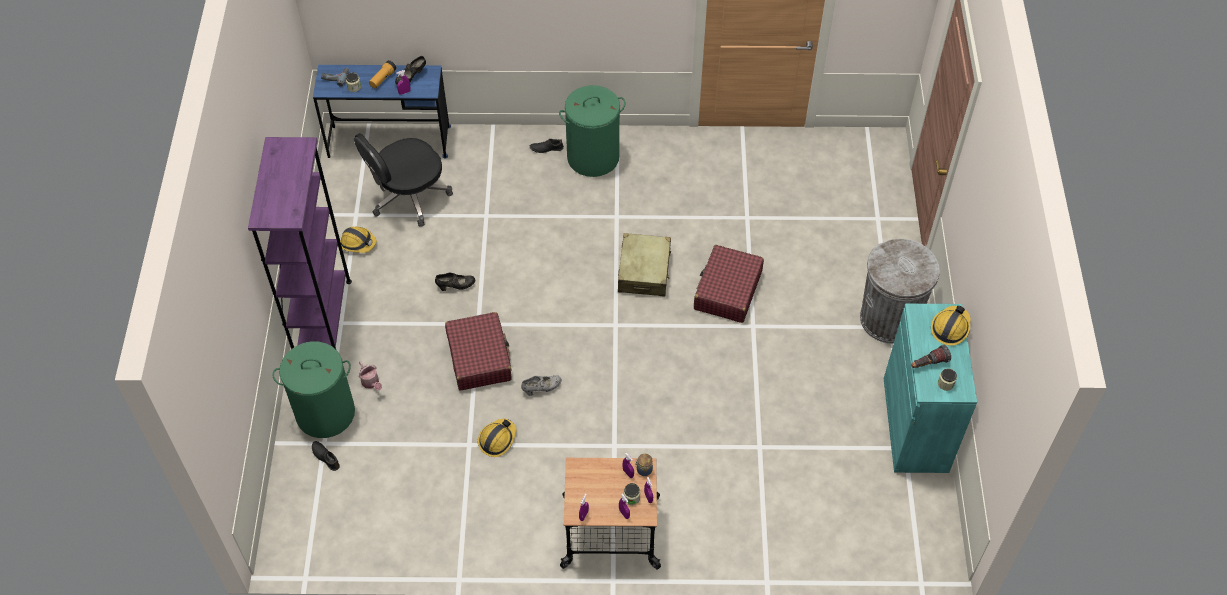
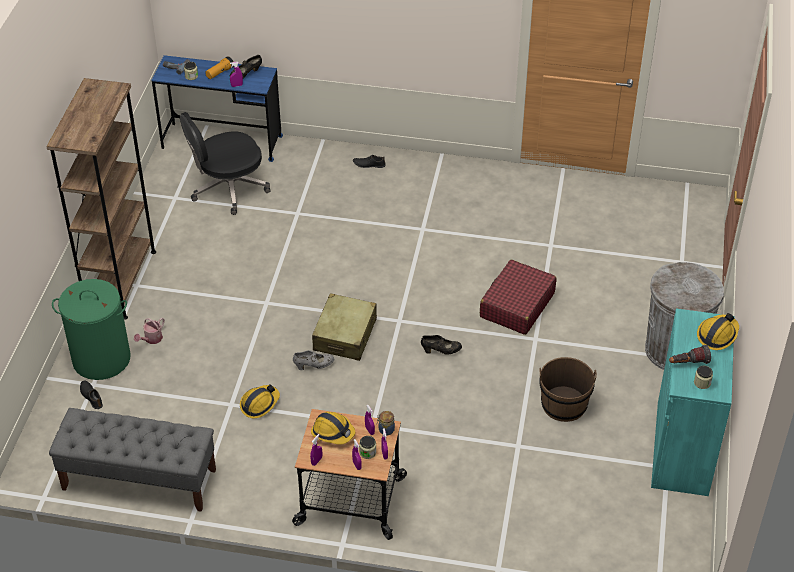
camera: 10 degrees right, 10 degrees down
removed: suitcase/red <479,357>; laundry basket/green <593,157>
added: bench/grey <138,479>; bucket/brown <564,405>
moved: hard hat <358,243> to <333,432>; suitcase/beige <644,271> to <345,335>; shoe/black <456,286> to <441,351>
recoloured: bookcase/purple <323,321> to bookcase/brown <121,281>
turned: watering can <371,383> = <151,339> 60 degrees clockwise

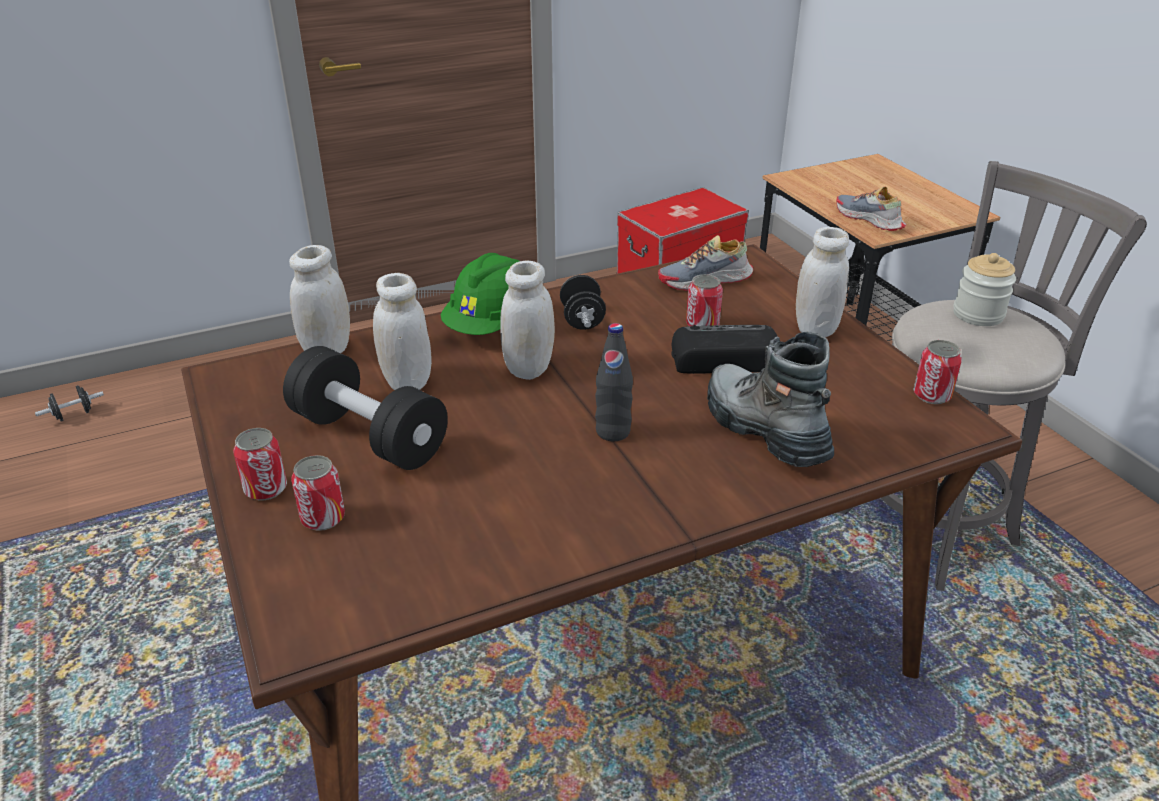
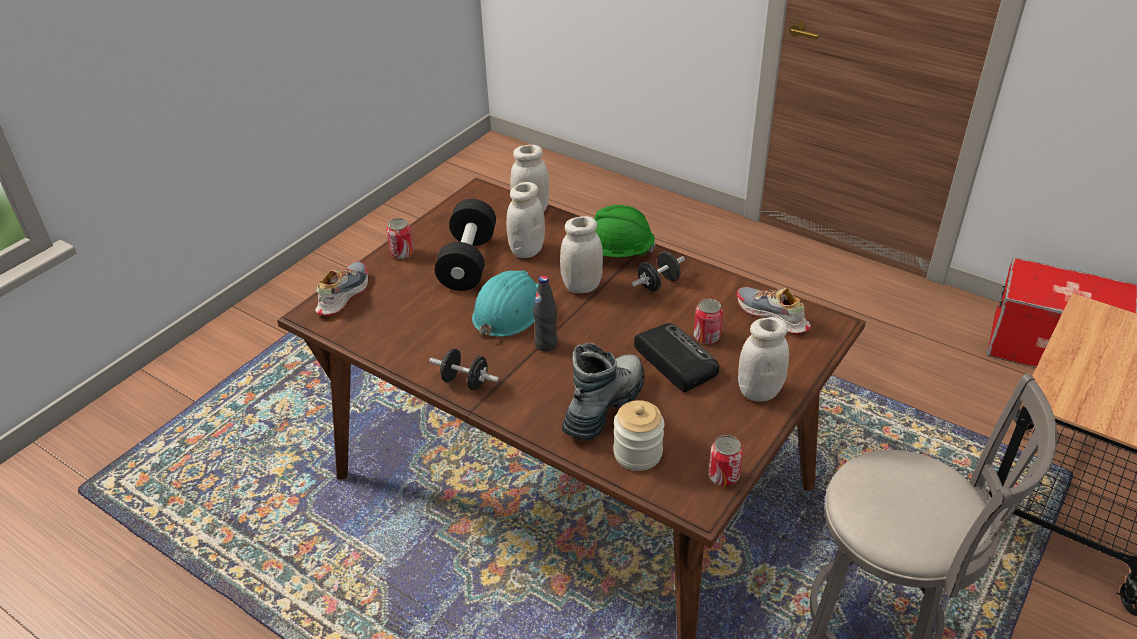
camera: 60 degrees right, 5 degrees up
removed: can <323,518>
added: hard hat/turquoise <509,310>
moved: shoe <869,219> to <342,295>; dumbbell/black <74,415> to <465,382>; jar <978,314> to <637,453>

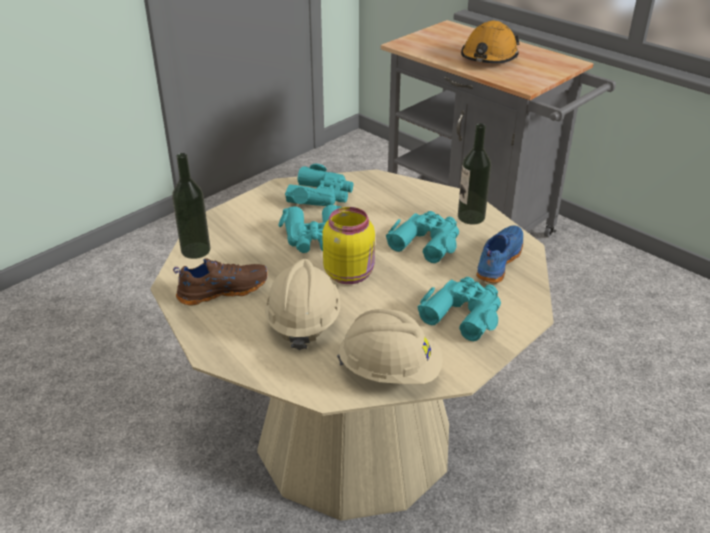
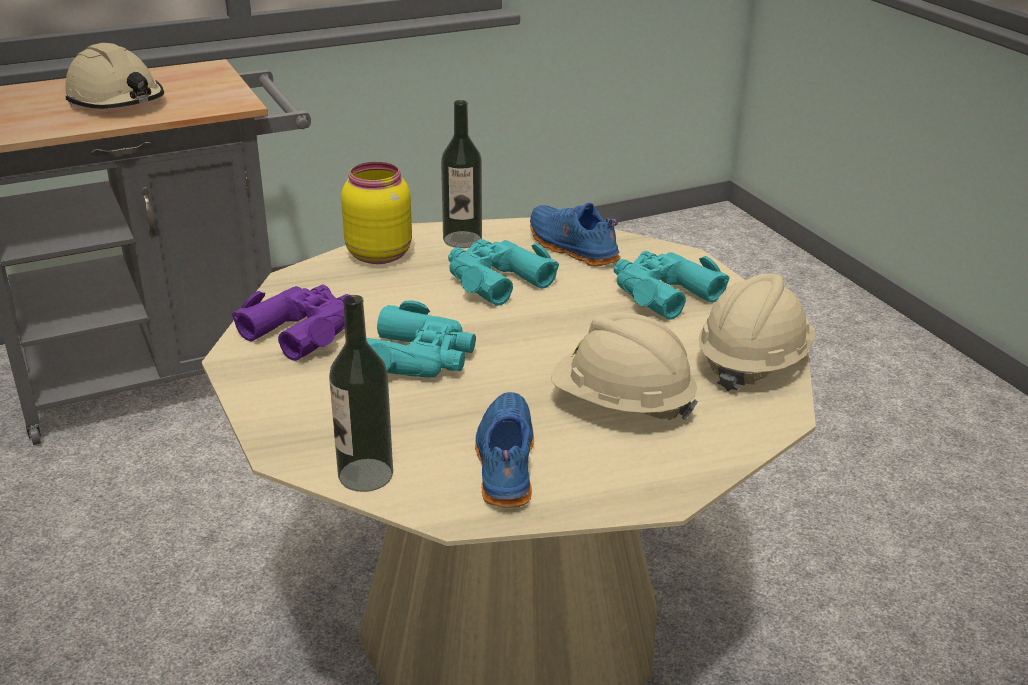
camera: 70 degrees left, 5 degrees down
moved: jar/yellow <350,273> to <378,254>
recoloured: hard hat/orange <489,57> to hard hat/beige <116,101>; binoculars/turquoise <321,195> to binoculars/purple <303,330>; shoe/brown <223,290> to shoe/blue <503,463>

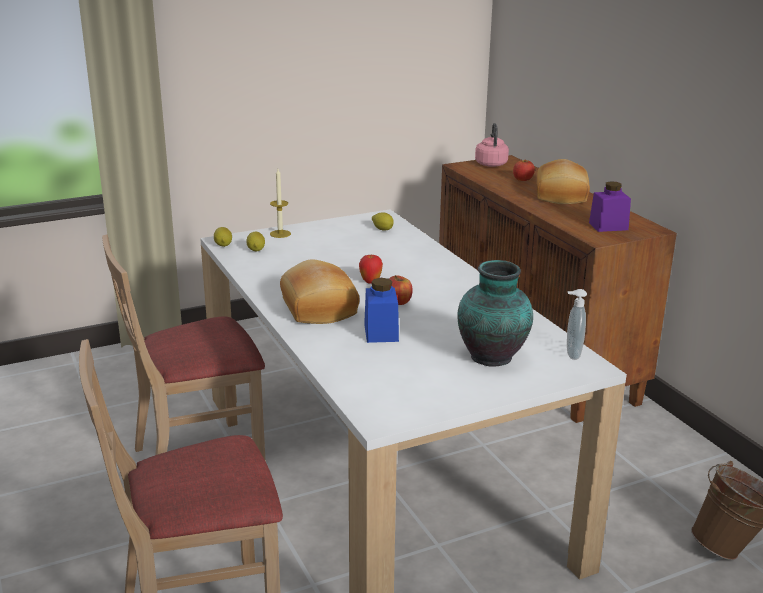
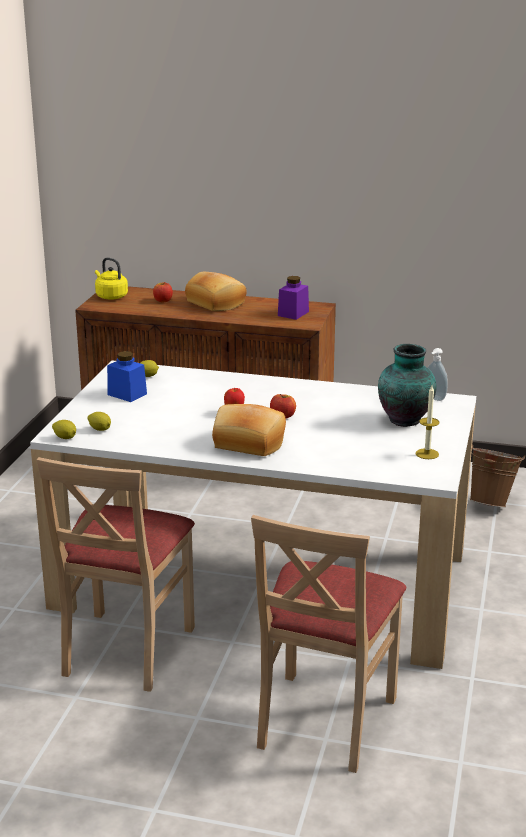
camera: 50 degrees left, 0 degrees up
moved: jar/blue <381,333> to <127,394>; candle <280,234> to <427,454>
recoloured: kettle/pink <491,163> to kettle/yellow <110,296>

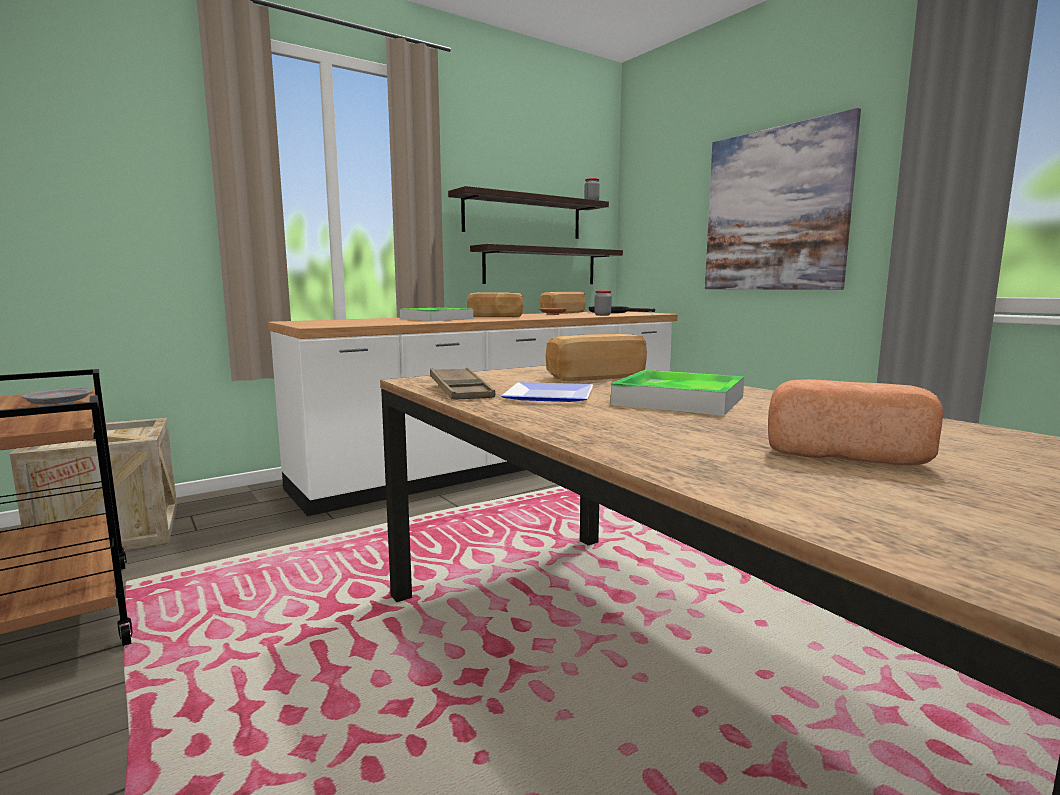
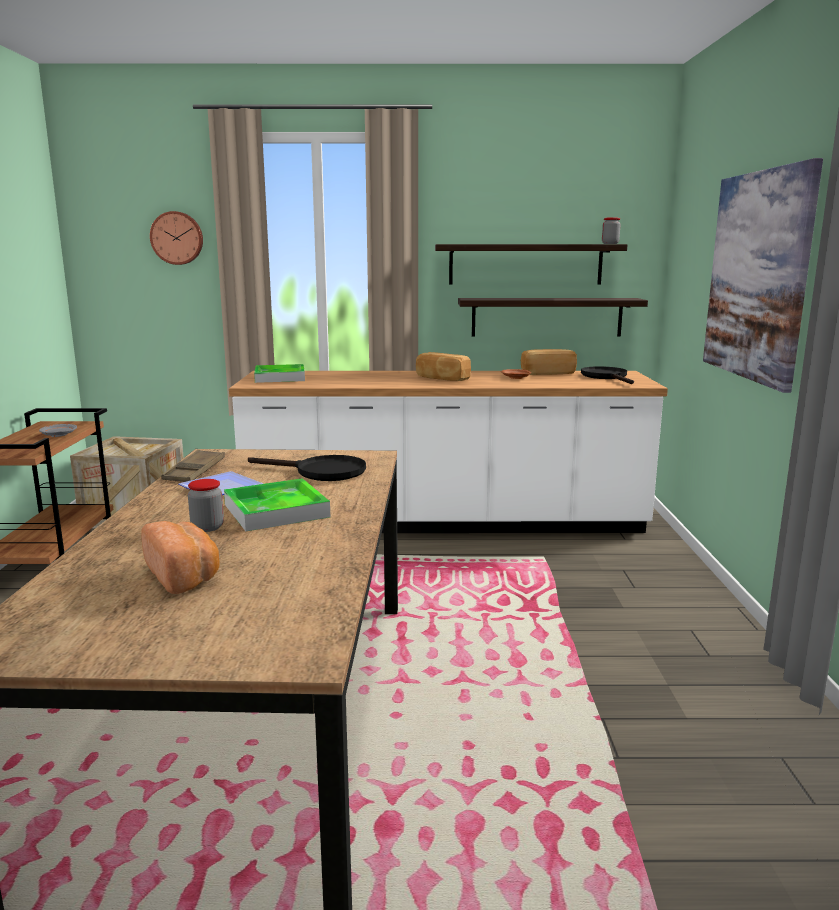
camera: 35 degrees right, 5 degrees up
added: wall clock <177,238>
moved: jar <602,315> to <207,527>; tray <436,319> to <280,377>
replaced: bread <594,376> to frying pan/black <321,472>

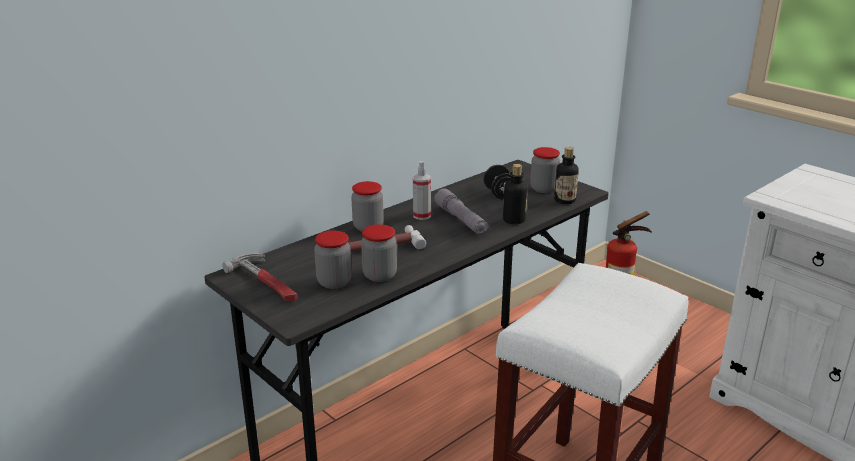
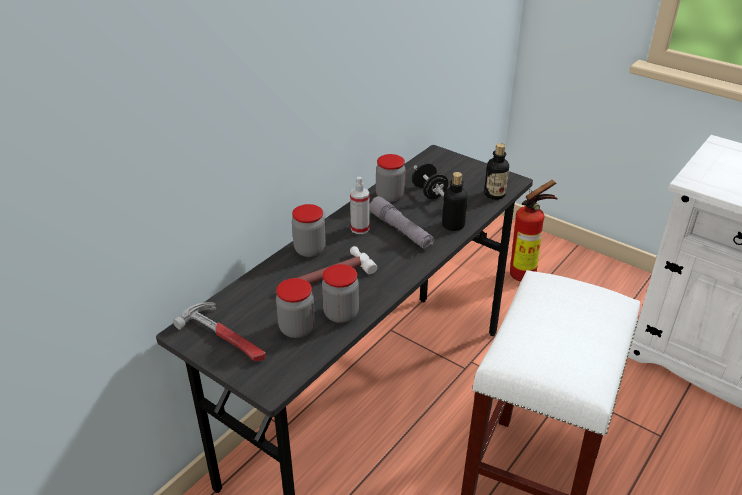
camera: 10 degrees left, 10 degrees up
moved: jar <543,189> to <390,196>

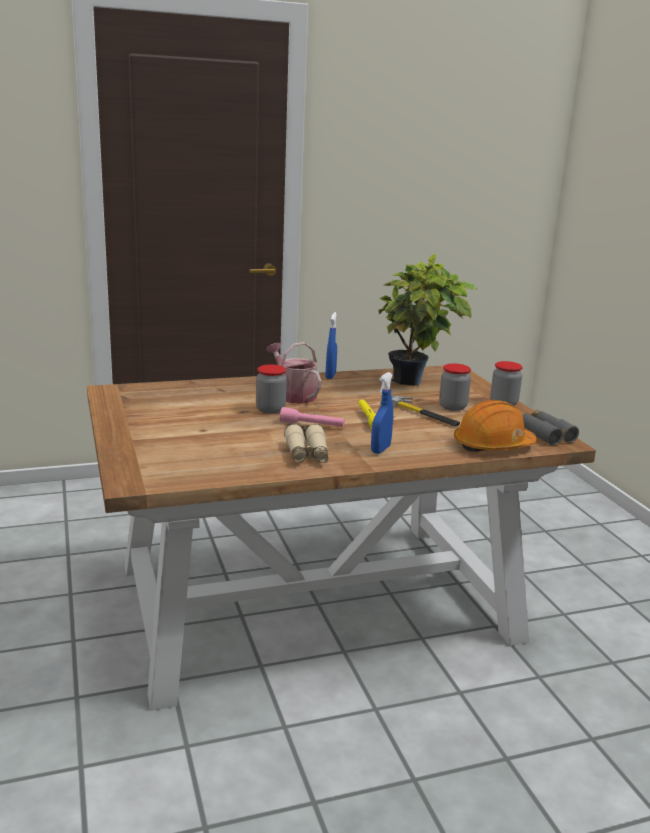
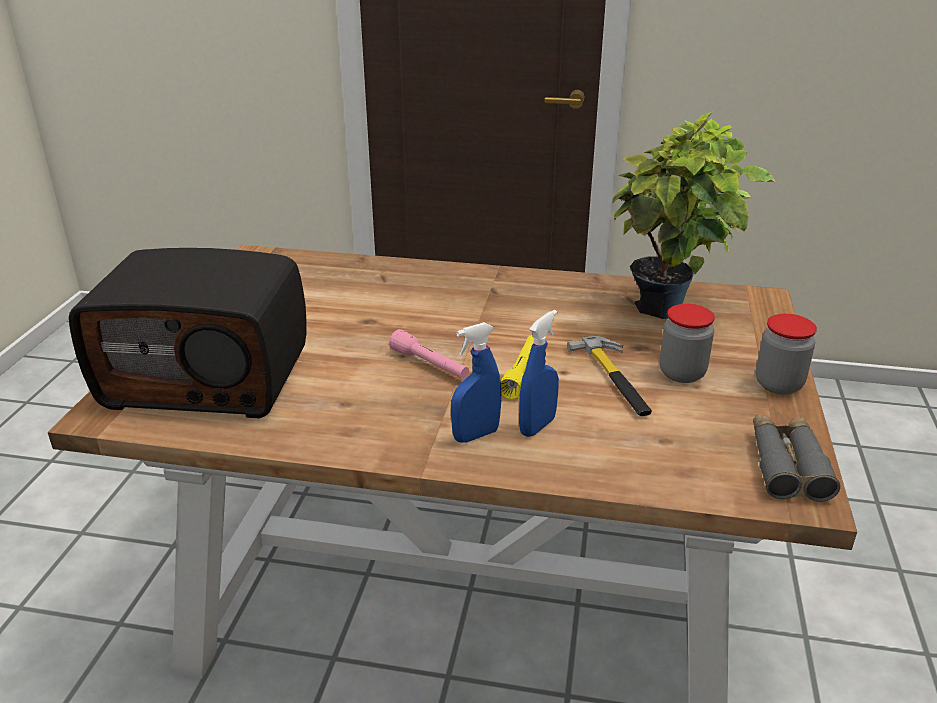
camera: 30 degrees right, 10 degrees up
removed: jar <270,409>; watering can <293,395>; binoculars/beige <307,454>; hard hat/orange <492,446>
added: radio <209,377>
moved: spray bottle/blue <330,375> to <537,426>

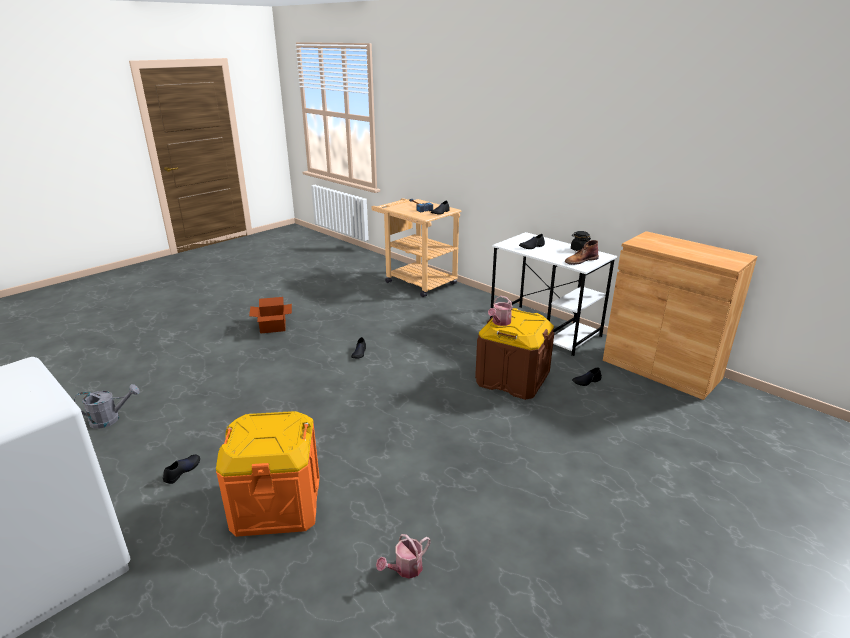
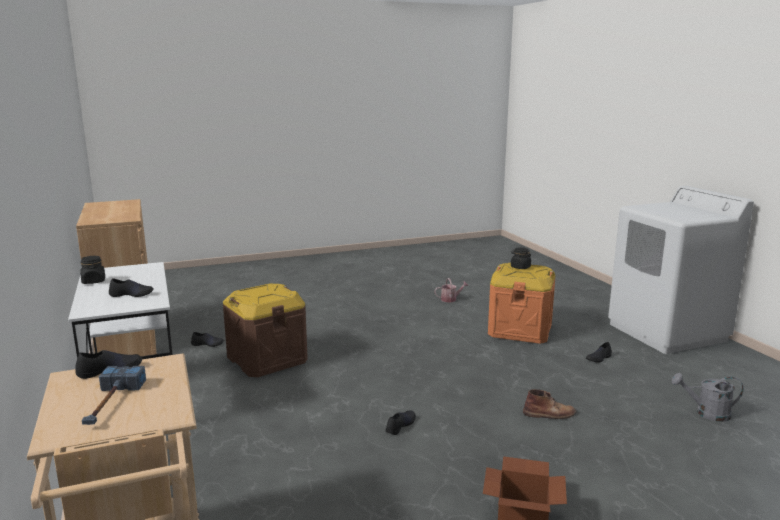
camera: 155 degrees left, 10 degrees down
removed: watering can <500,322>
added: jar/black <520,267>
moved: boot/brown <580,260> to <550,414>

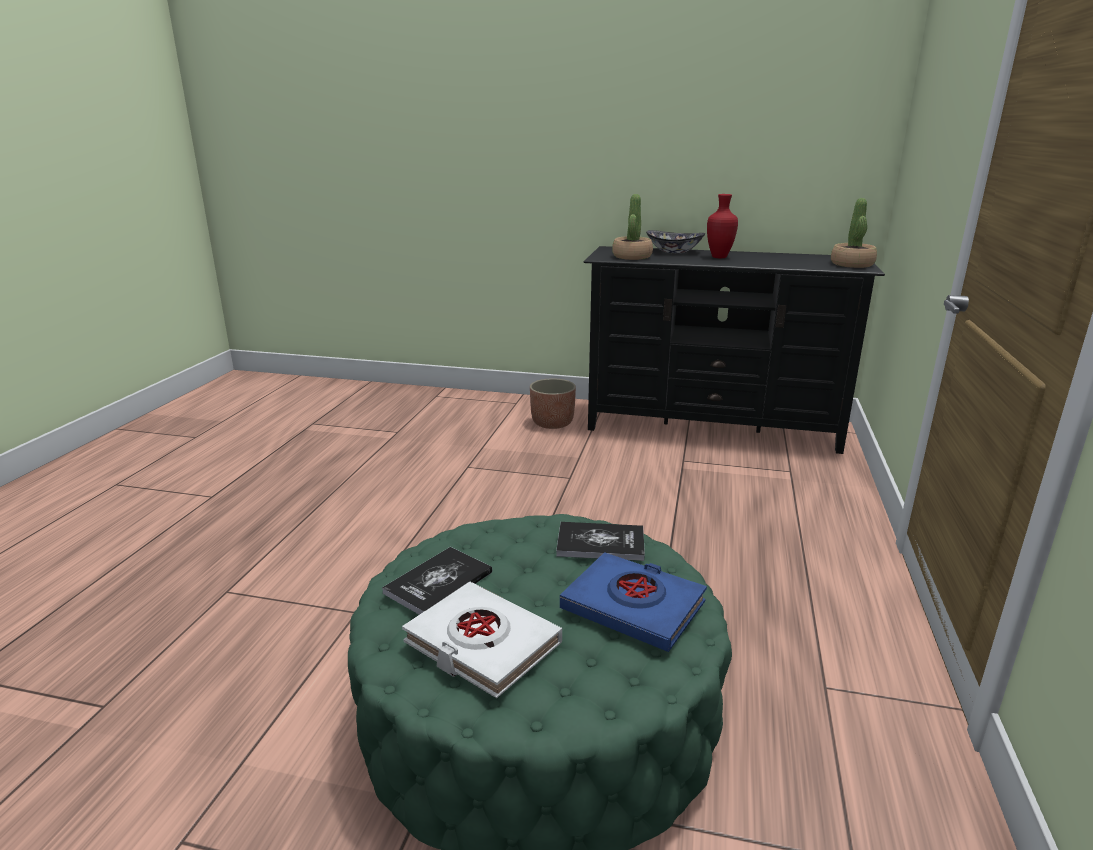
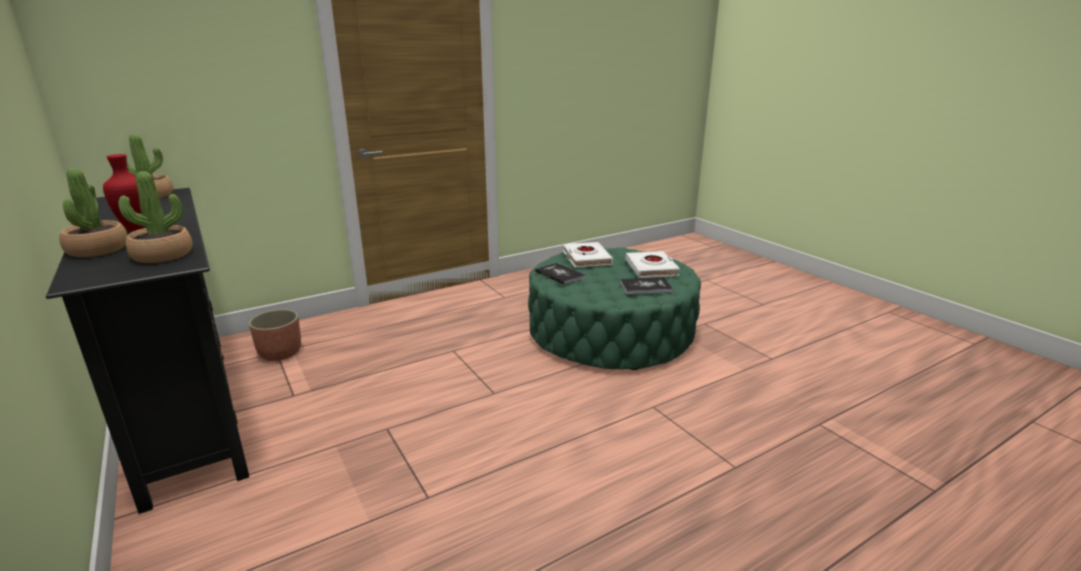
camera: 135 degrees left, 0 degrees up
moved: planter <552,423> to <280,353>
replaced: bowl <674,251> to potted plant <98,250>
recoloured: book/blue <633,607> to book/white <586,258>

